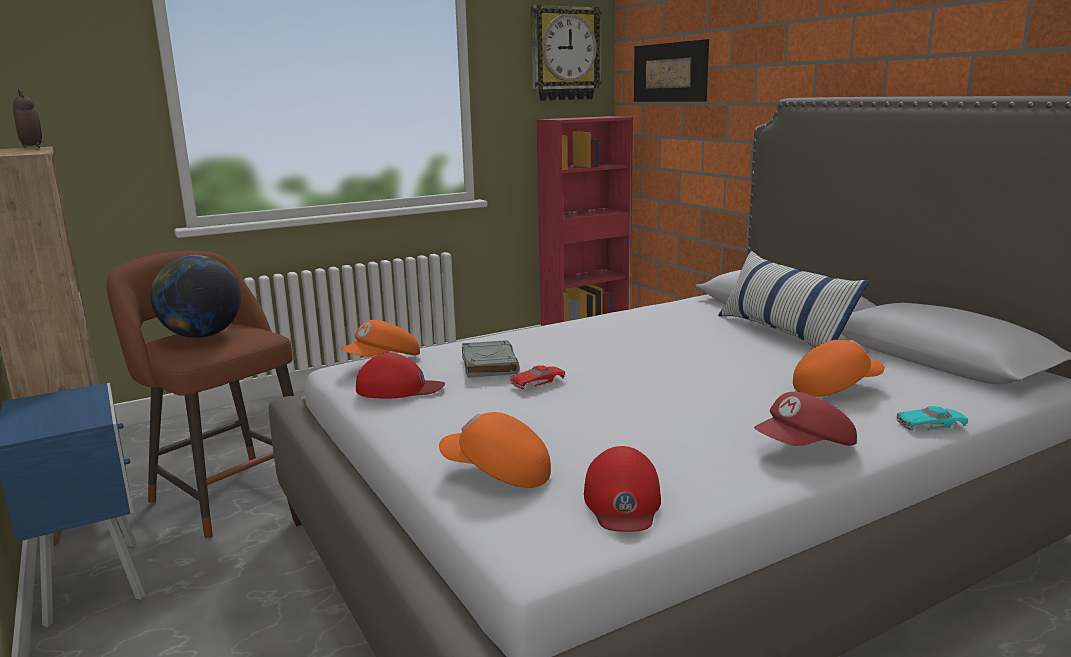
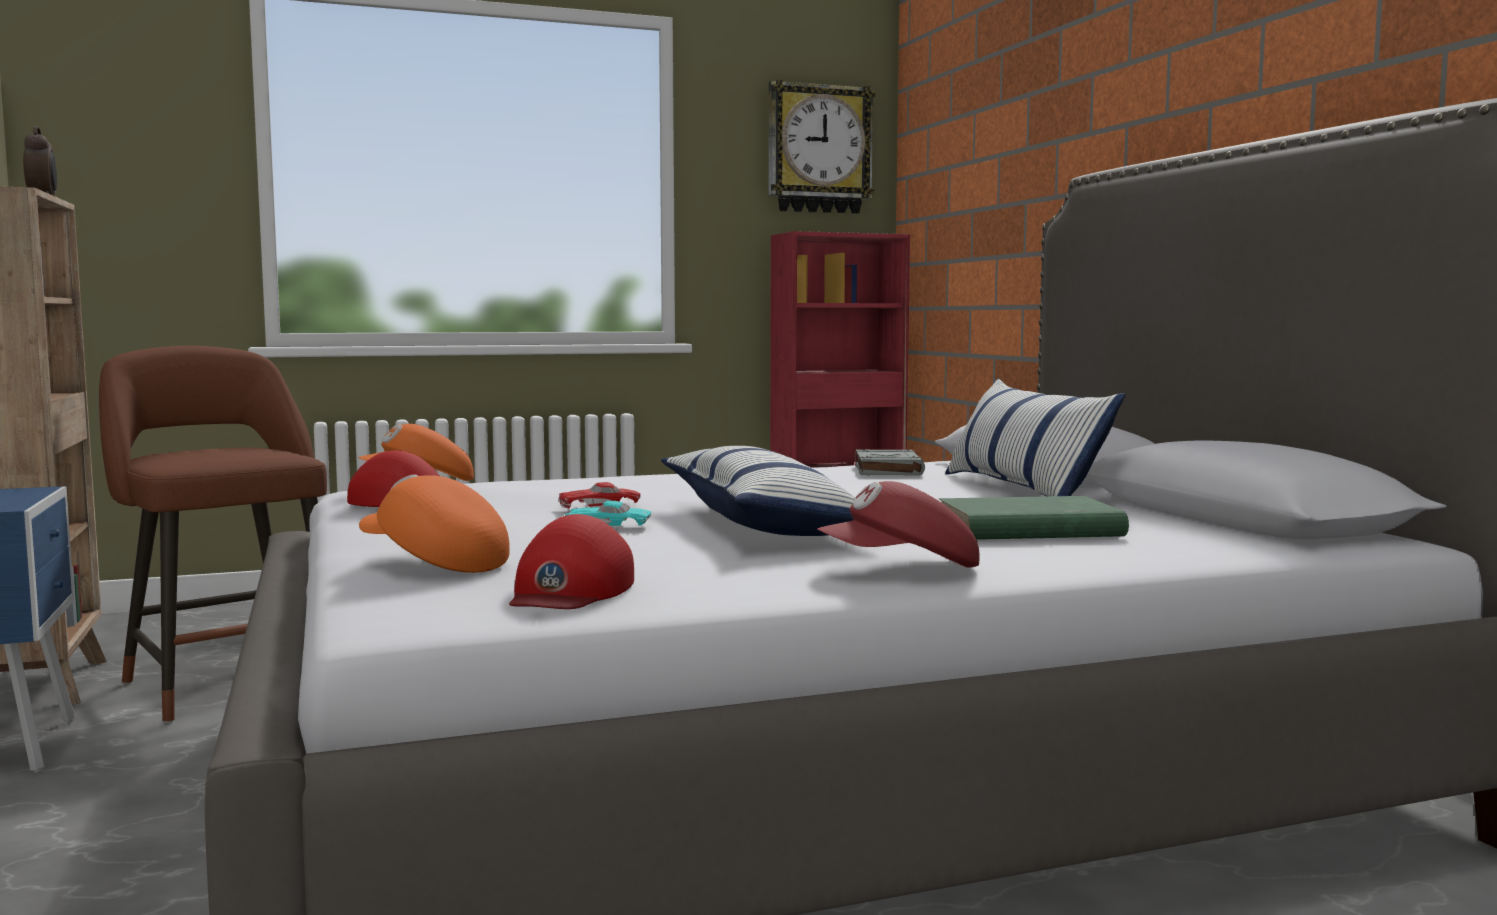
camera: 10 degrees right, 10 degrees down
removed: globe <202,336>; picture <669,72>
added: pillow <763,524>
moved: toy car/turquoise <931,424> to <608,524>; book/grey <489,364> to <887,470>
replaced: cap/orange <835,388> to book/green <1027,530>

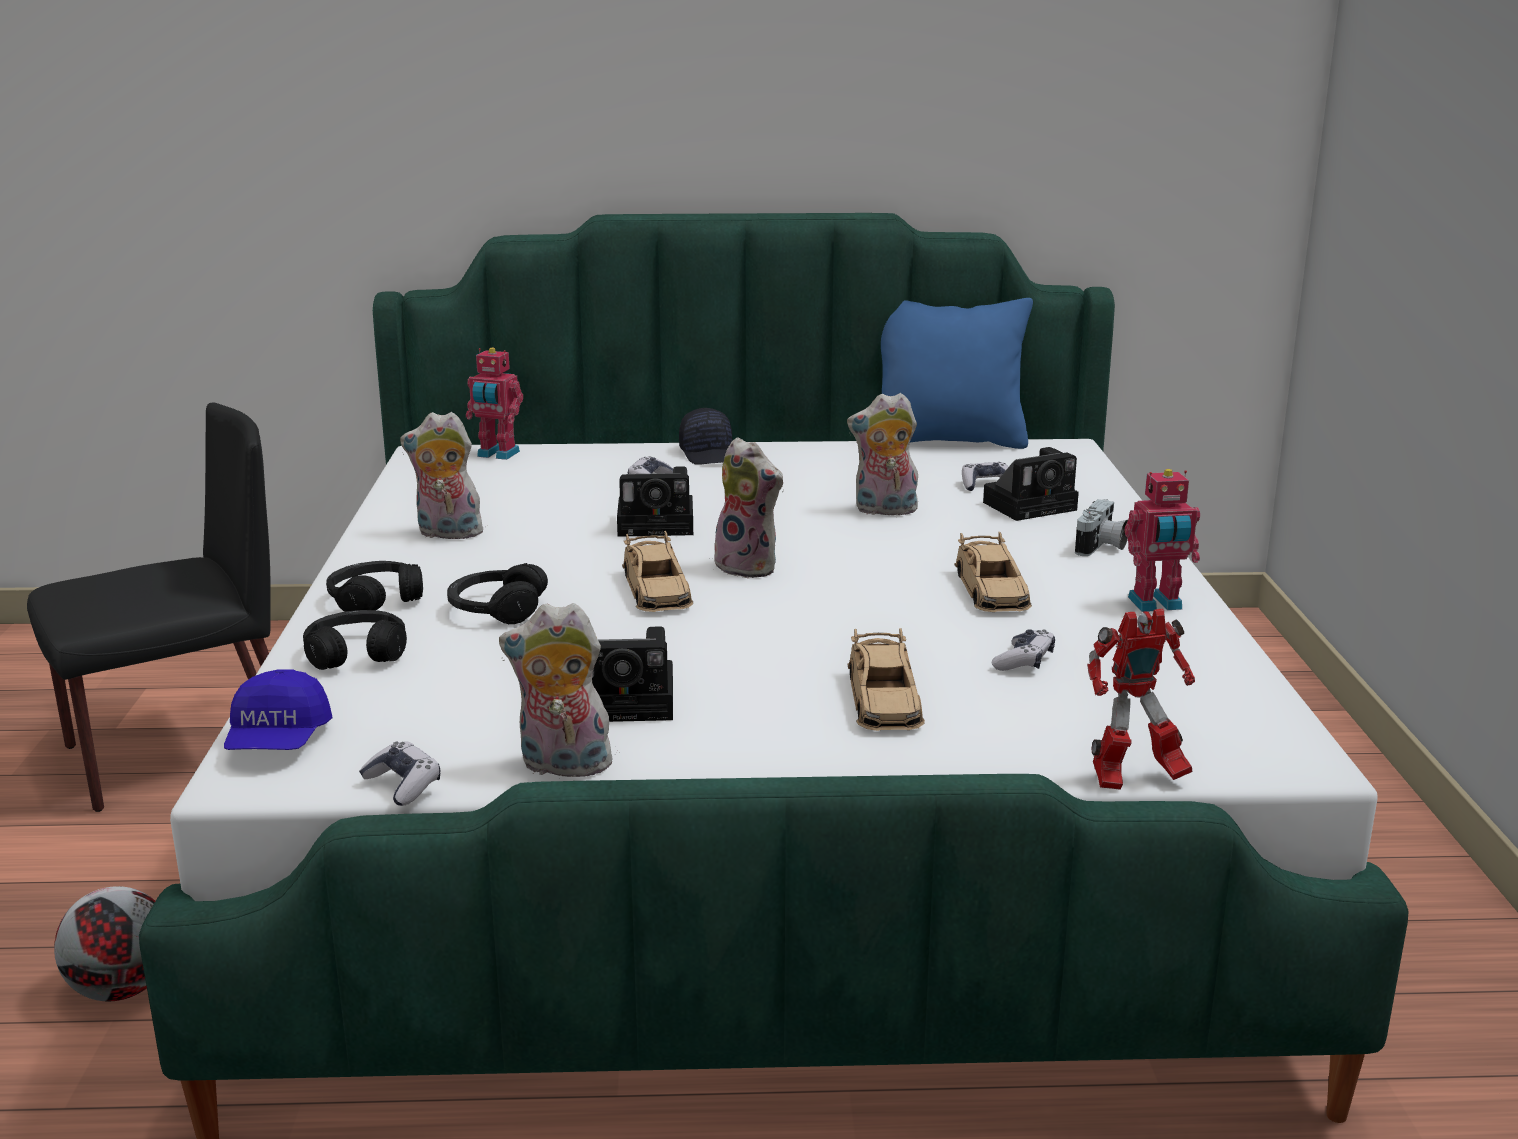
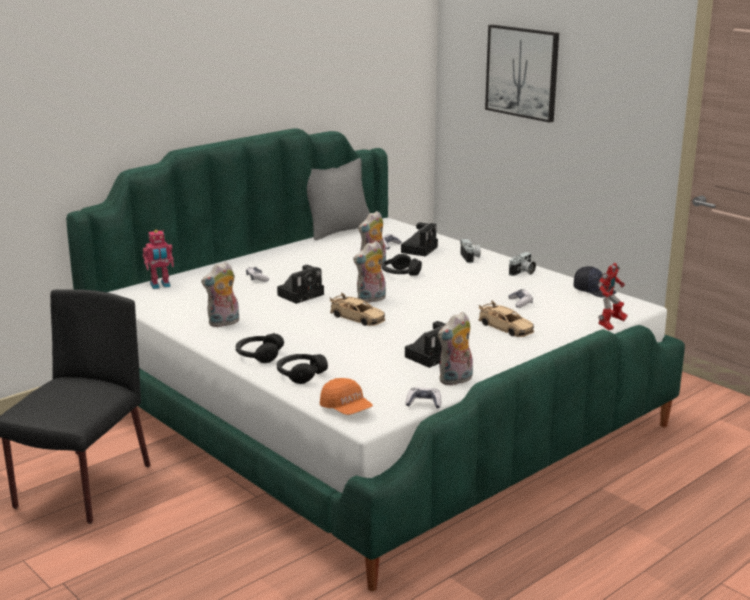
camera: 40 degrees left, 0 degrees up
removed: football <120,990>; toy car/beige <991,591>
added: picture <522,72>
moved: headphones/black <497,610> to <400,273>; cap/black <709,454> to <594,290>
replaced: toy robot <1156,604> to photo camera <522,273>
recoloured: pillow/blue <949,441> to pillow/grey <338,231>; cap/blue <278,741> to cap/orange <346,409>
turned: plush toy <750,567> = <371,299> 150 degrees clockwise

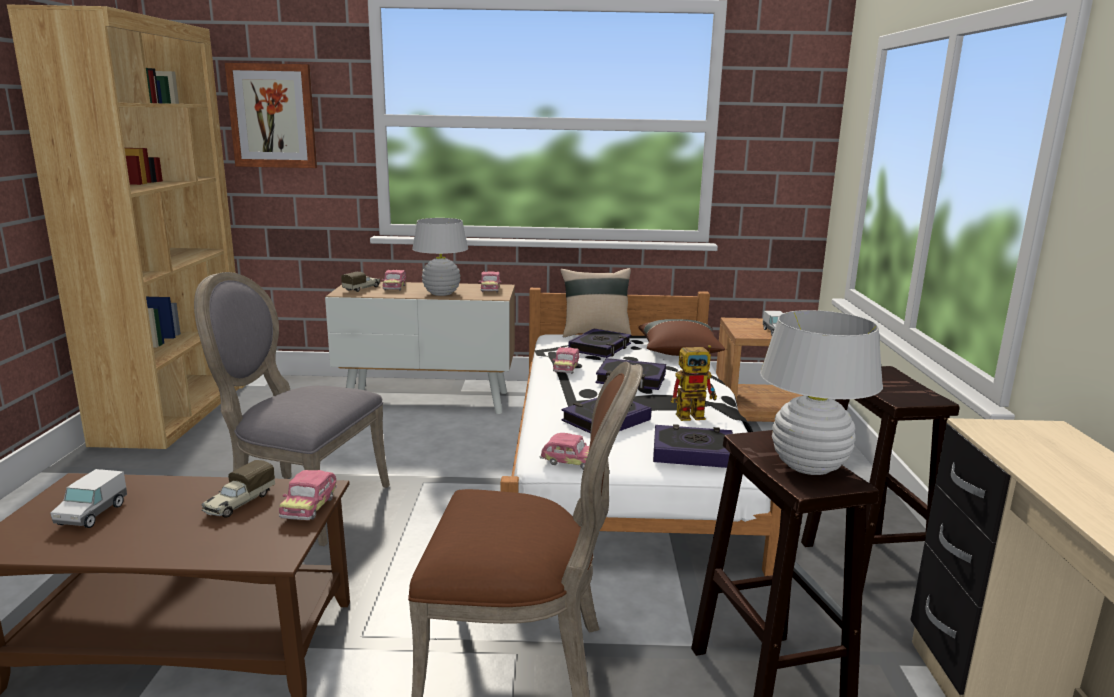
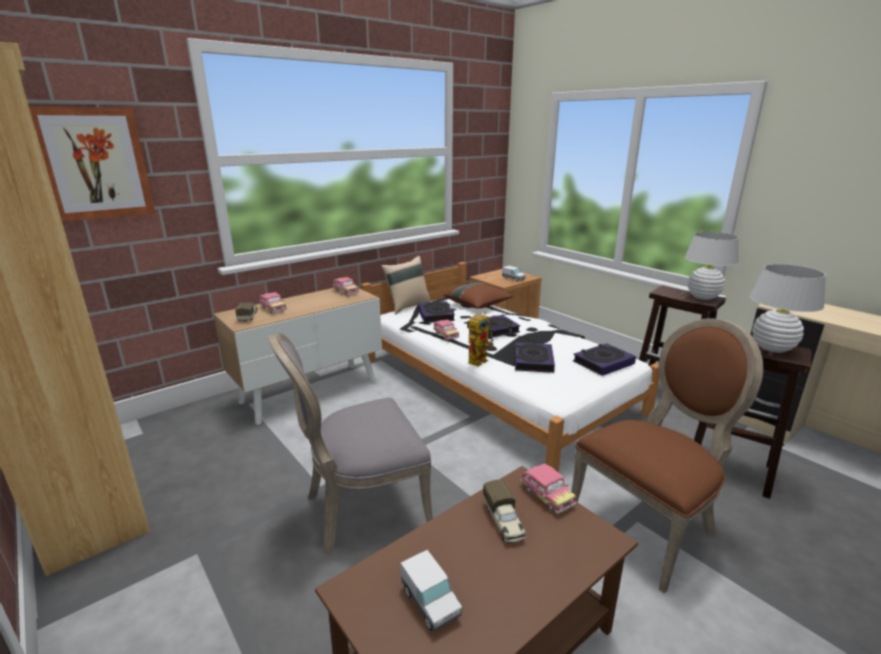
camera: 40 degrees left, 5 degrees up
removed: toy car <570,462>
moved: toy robot <695,415> to <479,359>; table lamp/white <441,293> to <703,297>

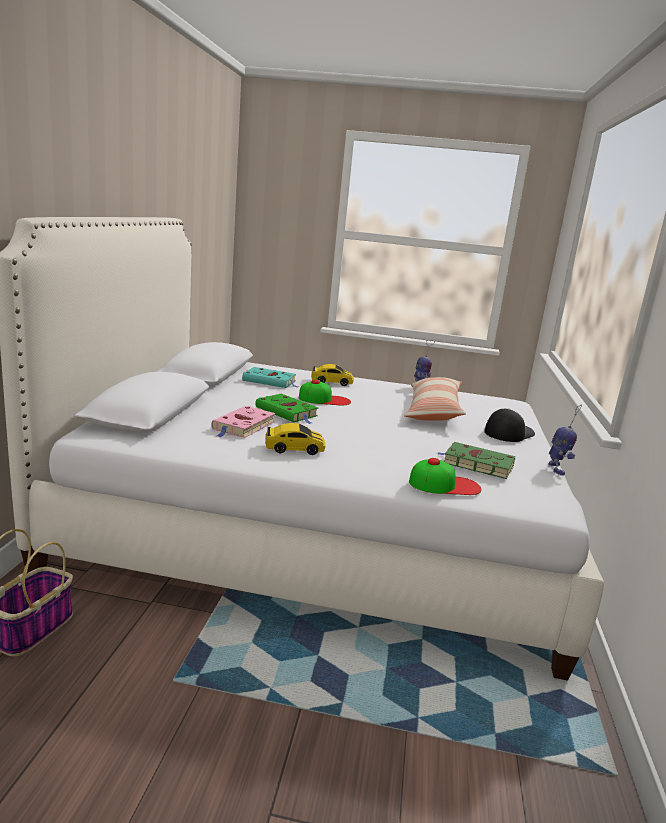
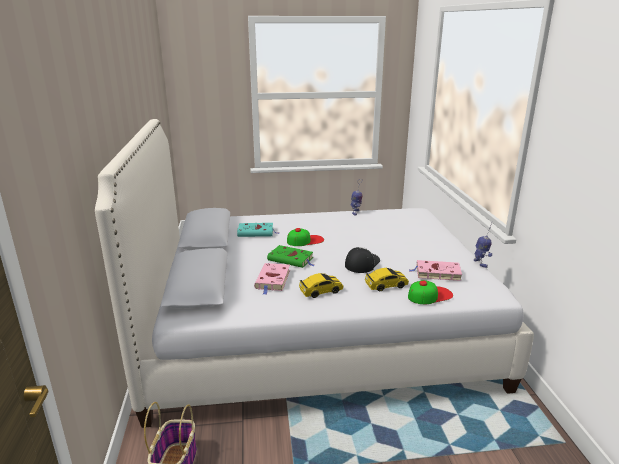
camera: 15 degrees left, 5 degrees up
removed: pillow <433,410>
moved: cap <508,433> to <362,263>; toy car <331,382> to <386,285>
recoloured: book/green <476,464> to book/pink <436,273>

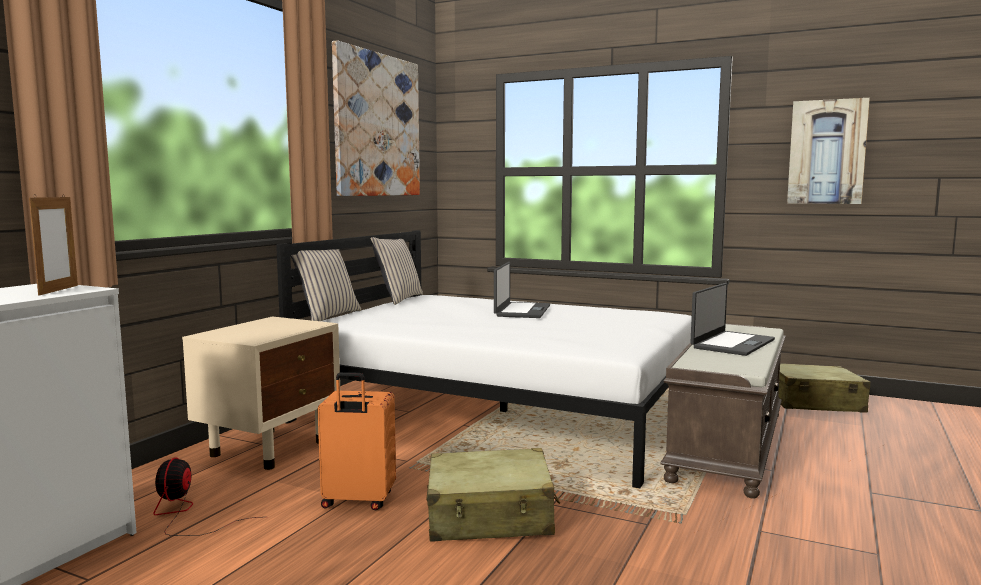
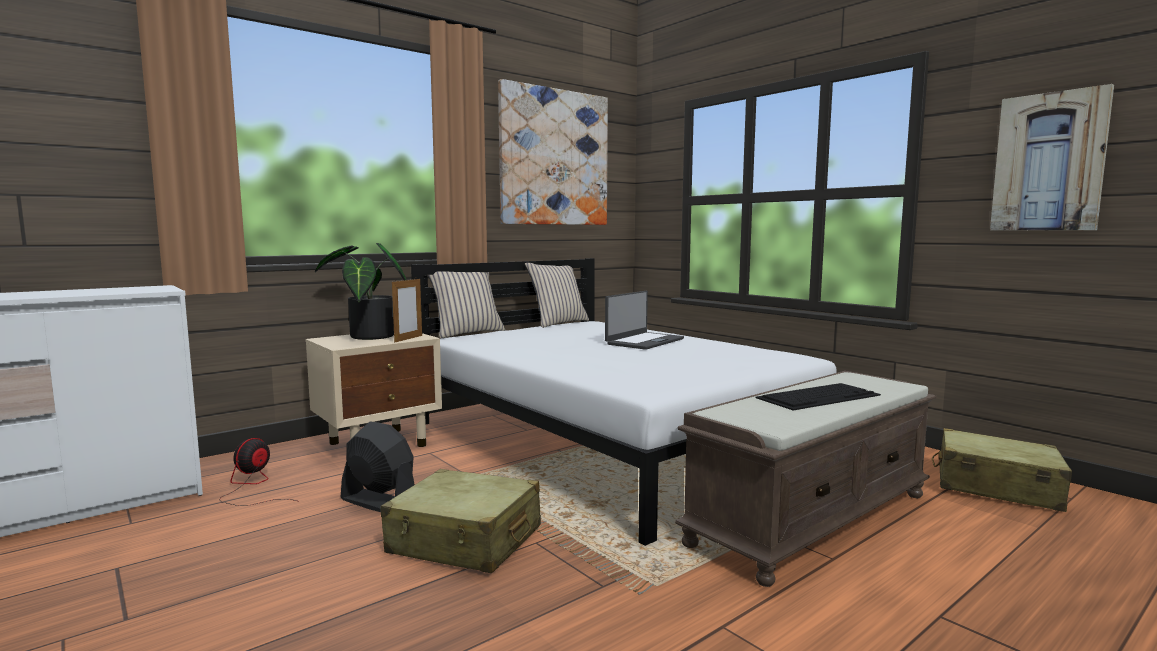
camera: 25 degrees right, 0 degrees up
added: potted plant <368,337>
moved: picture frame <58,290> to <408,339>
replaced: suitcase/orange <358,501> to fan/black <379,502>; laptop <731,344> to keyboard <818,396>

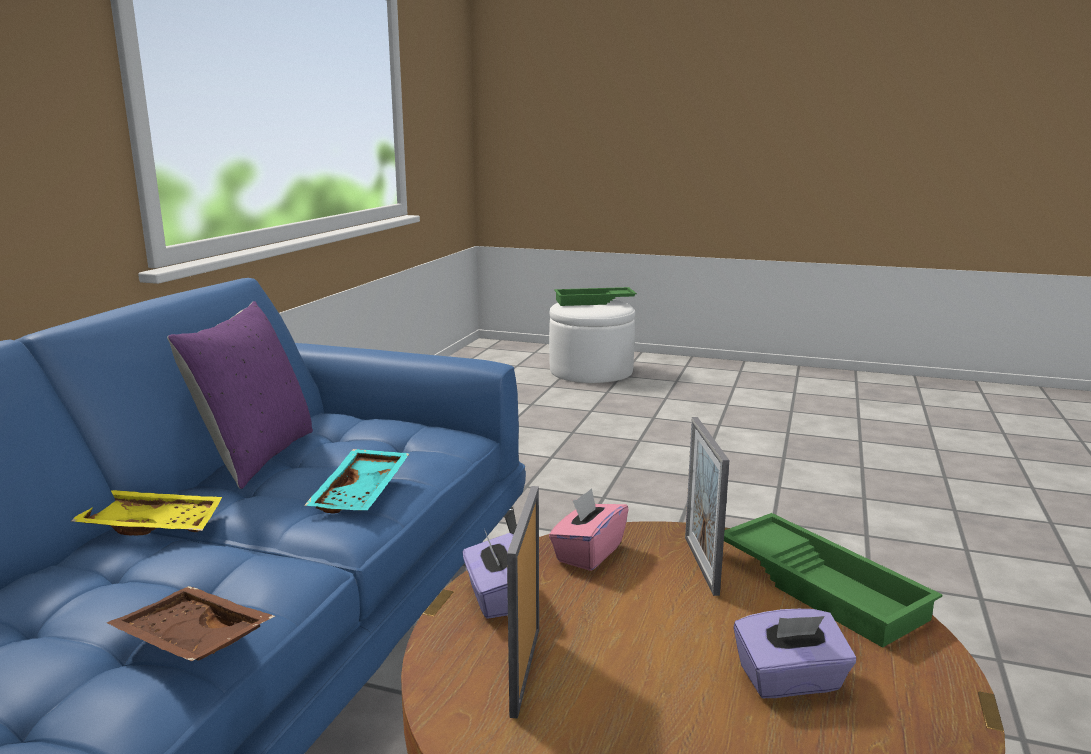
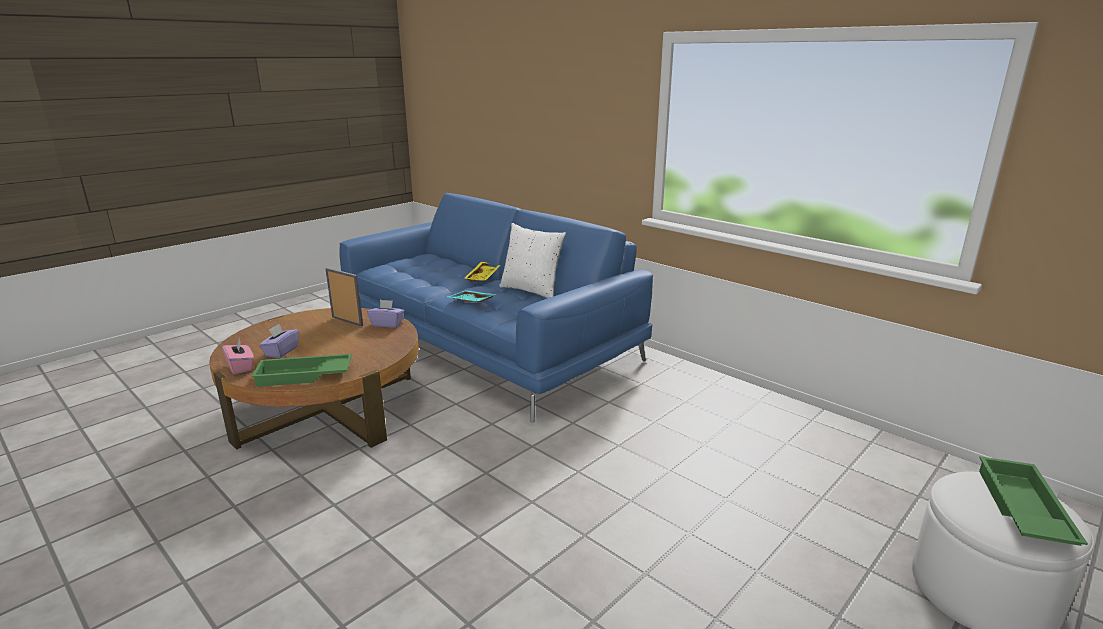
camera: 115 degrees right, 5 degrees up
removed: tray/brown <189,642>; picture frame <701,565>
moved: tissue box/pink <588,553> to <241,367>
recoloured: pillow/purple <255,457> to pillow/white <531,290>

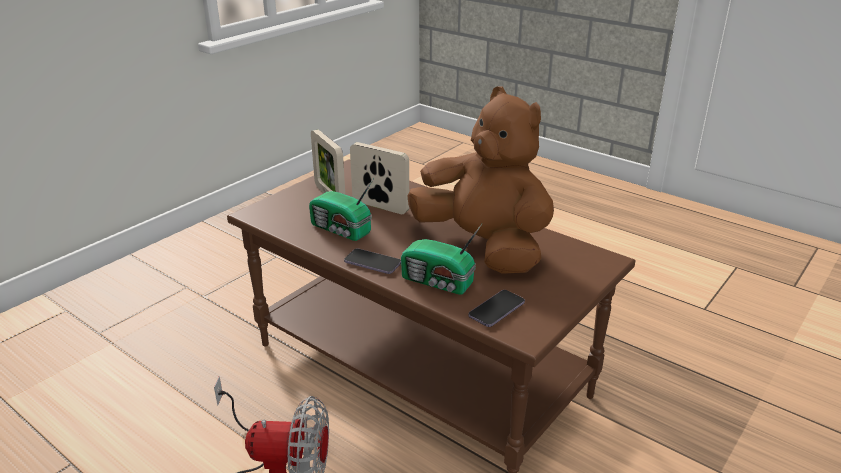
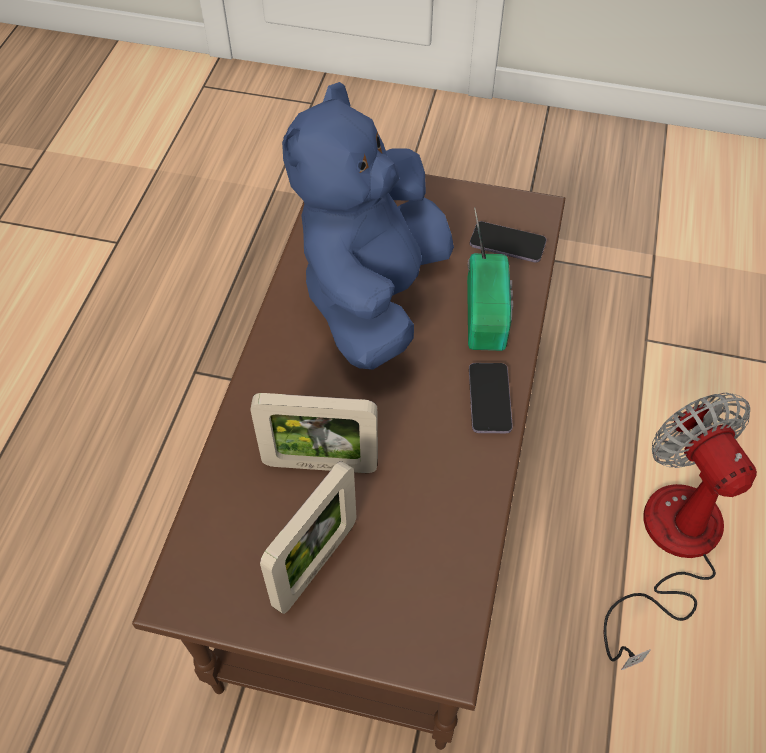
camera: 115 degrees left, 25 degrees up
removed: radio <341,230>
recoloured: plush toy/brown <483,246> to plush toy/blue <373,295>
turned: picture frame <380,206> = <320,464> 90 degrees counterclockwise

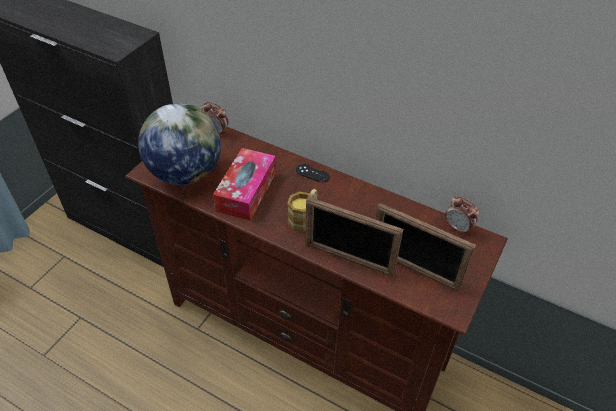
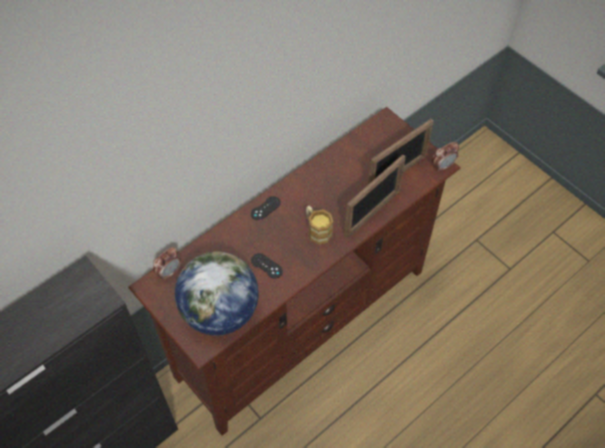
camera: 70 degrees left, 10 degrees up
moved: alarm clock <458,227> to <442,166>
replaced: tissue box <246,191> to game controller/black <266,266>

